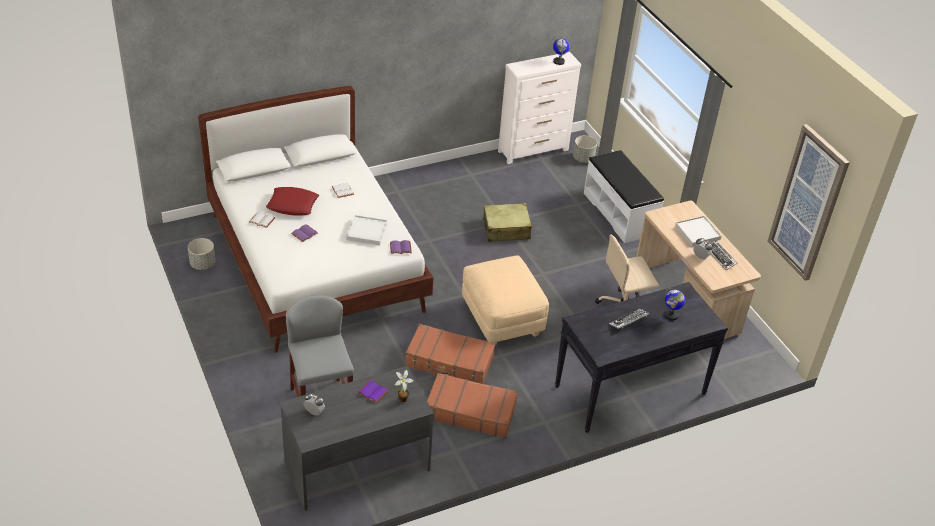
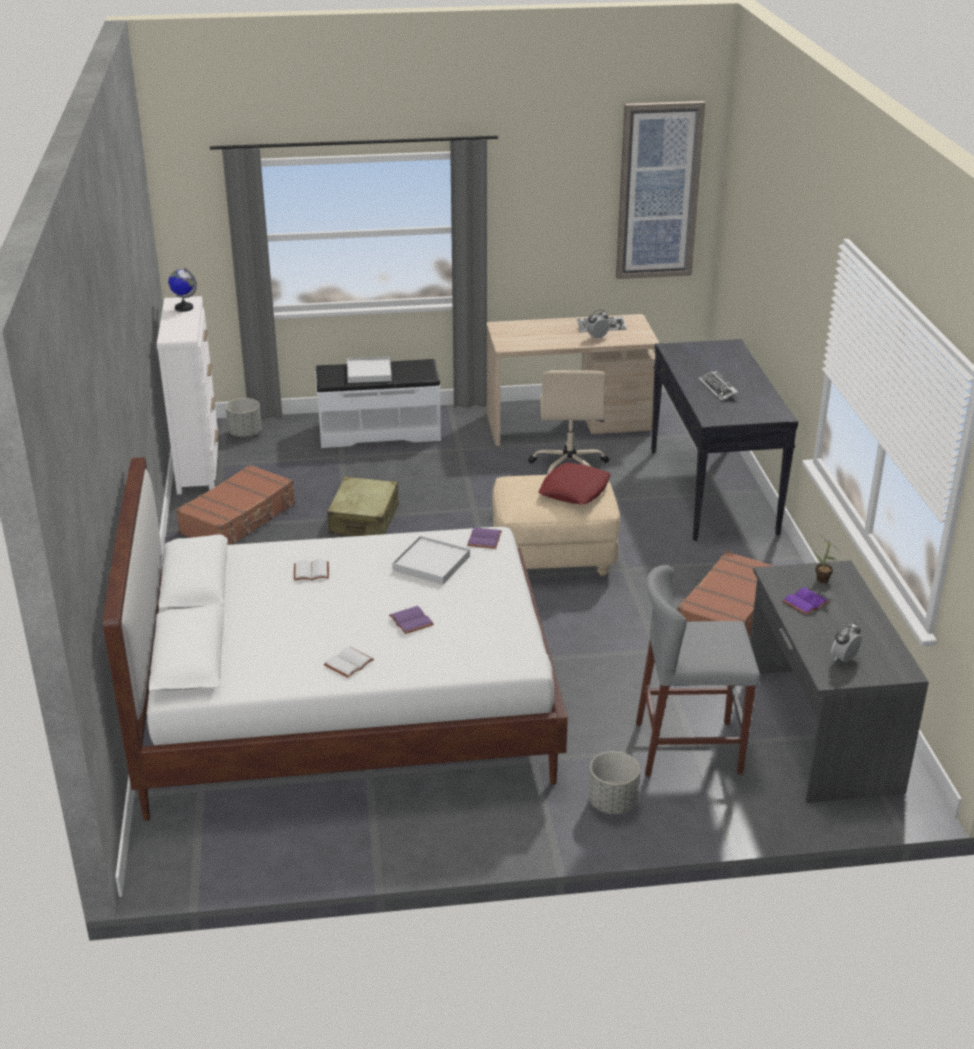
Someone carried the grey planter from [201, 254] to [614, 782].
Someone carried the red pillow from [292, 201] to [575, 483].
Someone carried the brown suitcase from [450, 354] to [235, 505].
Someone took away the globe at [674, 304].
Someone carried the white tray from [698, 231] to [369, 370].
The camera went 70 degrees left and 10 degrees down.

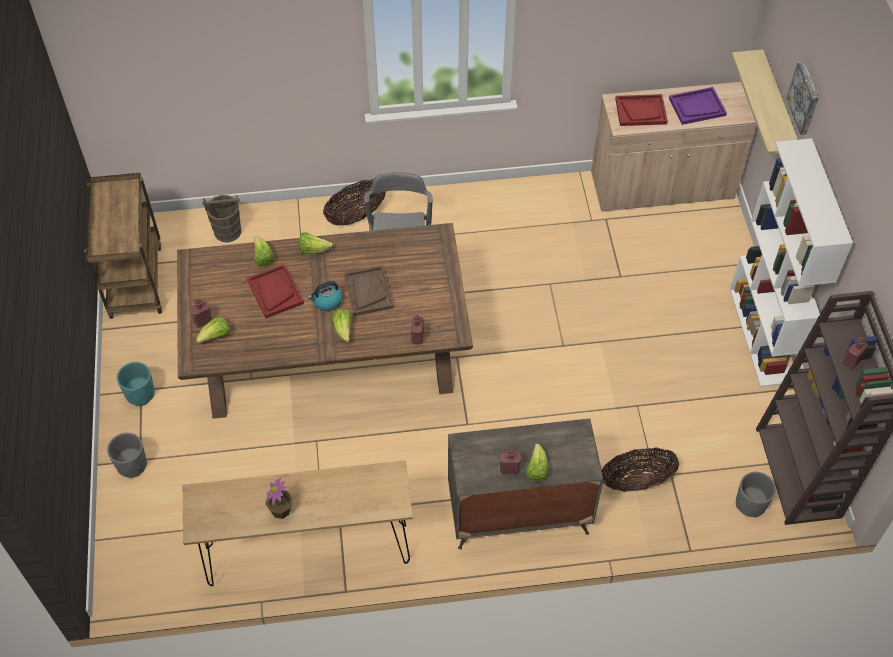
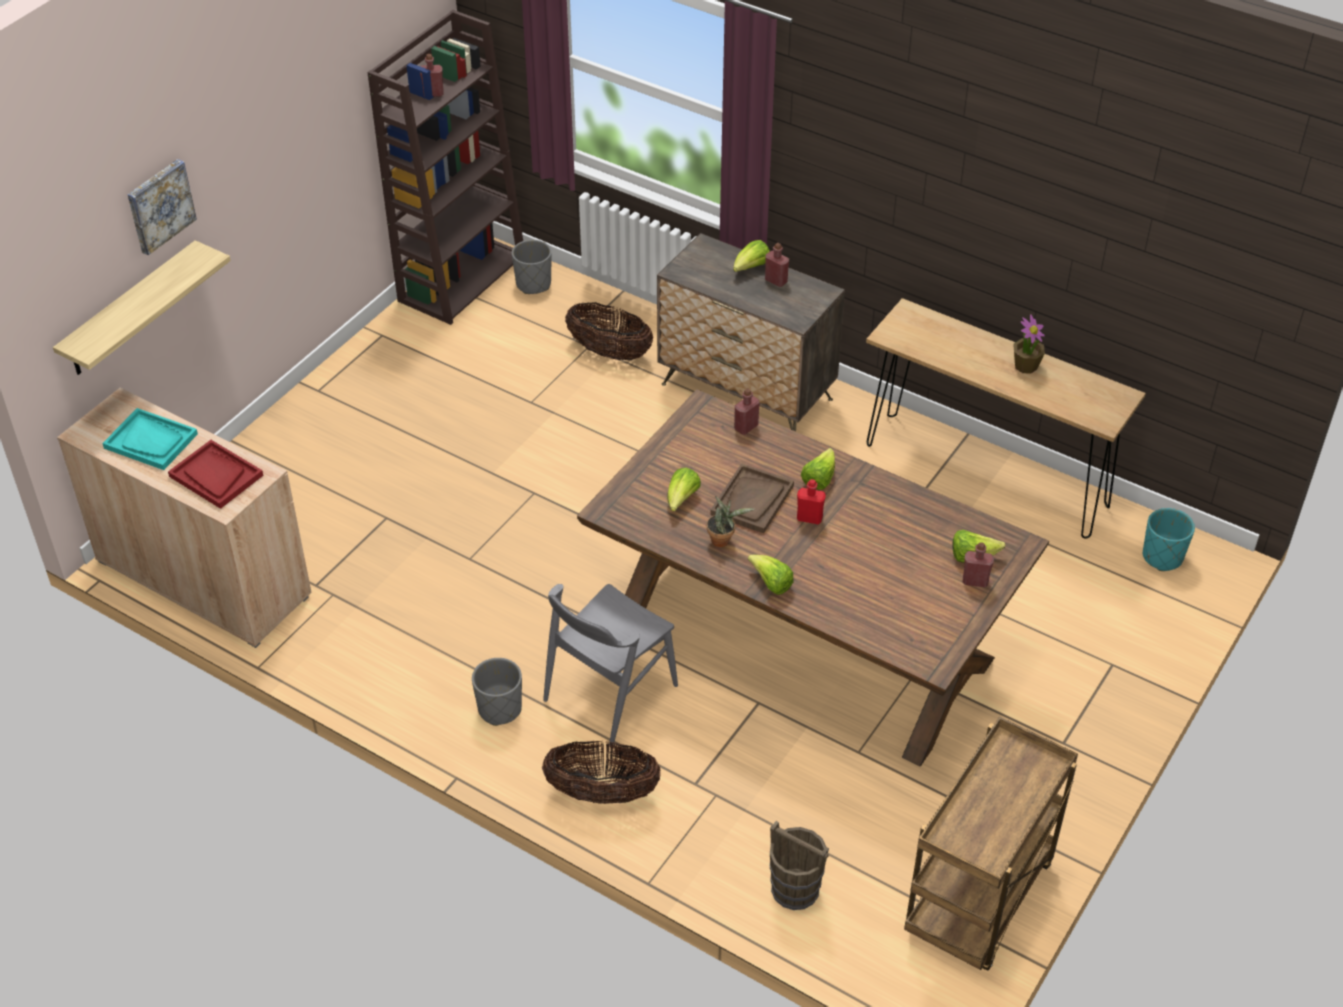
Someone carried the grey planter from [127, 455] to [497, 692].
Someone carried the turquoise planter from [136, 383] to [1169, 539].
Someone took away the red tray at [275, 291].
Someone carried the lettuce from [264, 251] to [684, 489].
Someone swapped the kettle at [325, 296] for the red bottle at [811, 501].
Someone repainted the purple tray at [698, 106], which became the turquoise tray at [150, 439].
Someone took away the white bookcase at [791, 262].
Someone put down the potted plant at [730, 521].
The camera went 140 degrees left and 10 degrees down.

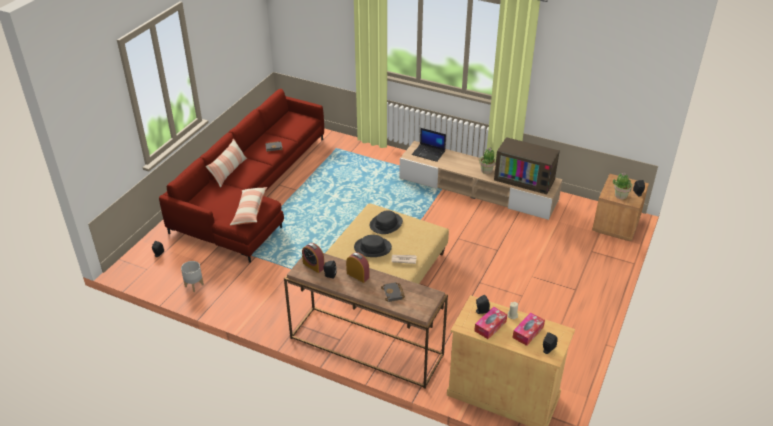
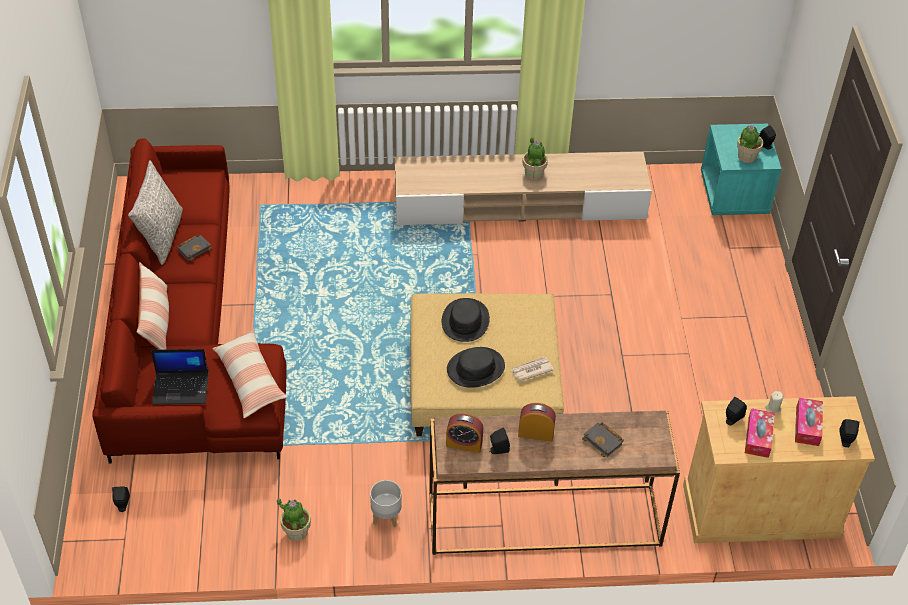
Someone carried the grey planter from [192, 276] to [386, 503].
Someone carried the laptop from [429, 145] to [180, 377].
Someone took away the television at [527, 166].
Someone repainted the brown nightstand at [620, 207], which became the turquoise nightstand at [741, 169].
Someone put down the grey pillow at [155, 212].
Someone put down the potted plant at [294, 519].
The camera went 30 degrees left and 10 degrees up.

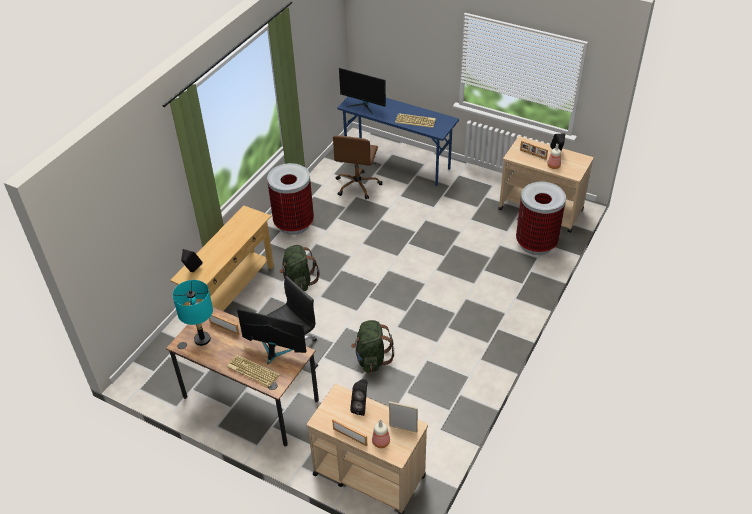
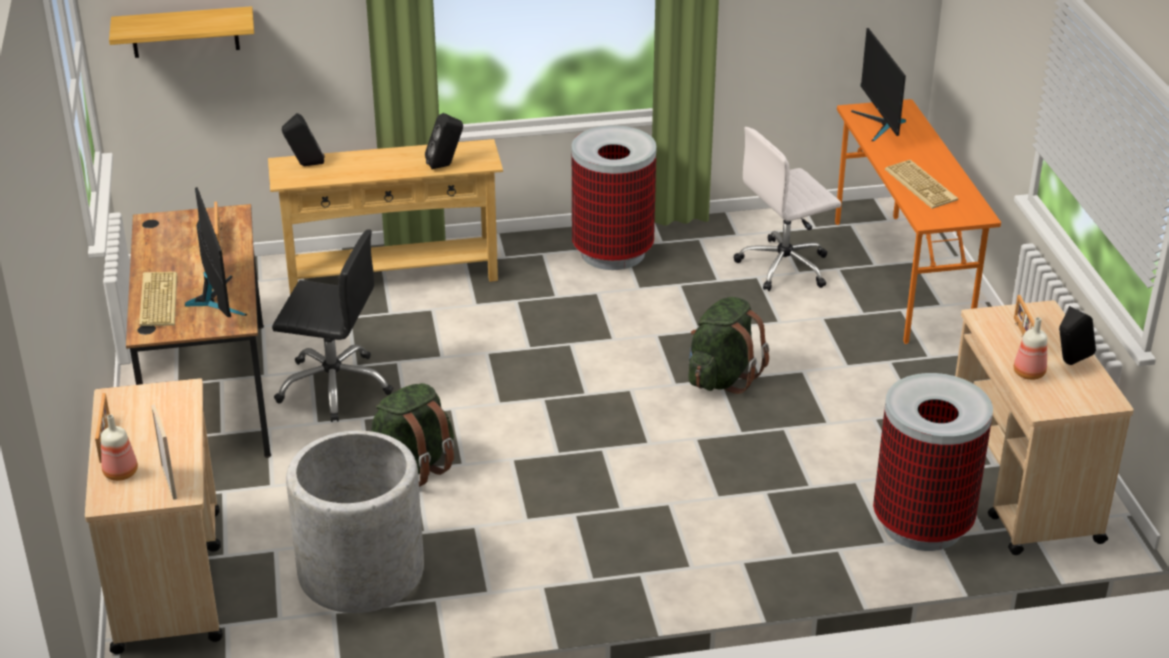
Someone took away the turquoise table lamp at [192, 313].
Someone carried the green backpack from [299, 268] to [728, 345].
Someone repainted the brown office chair at [357, 167], which became the white office chair at [787, 209].
Someone repainted the blue desk at [398, 141], which became the orange desk at [918, 221].
Someone carried the black speaker from [358, 397] to [444, 141].
Someone put up the shelf at [181, 32].
Someone put down the grey planter at [355, 522].
The camera went 50 degrees right and 10 degrees down.

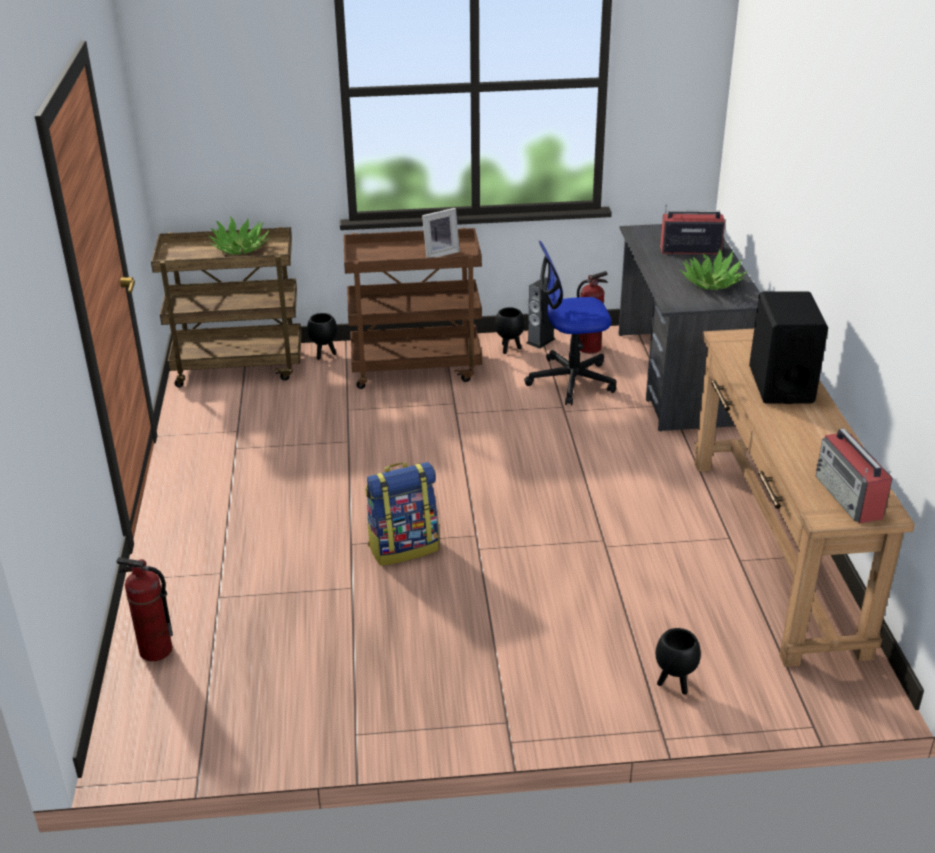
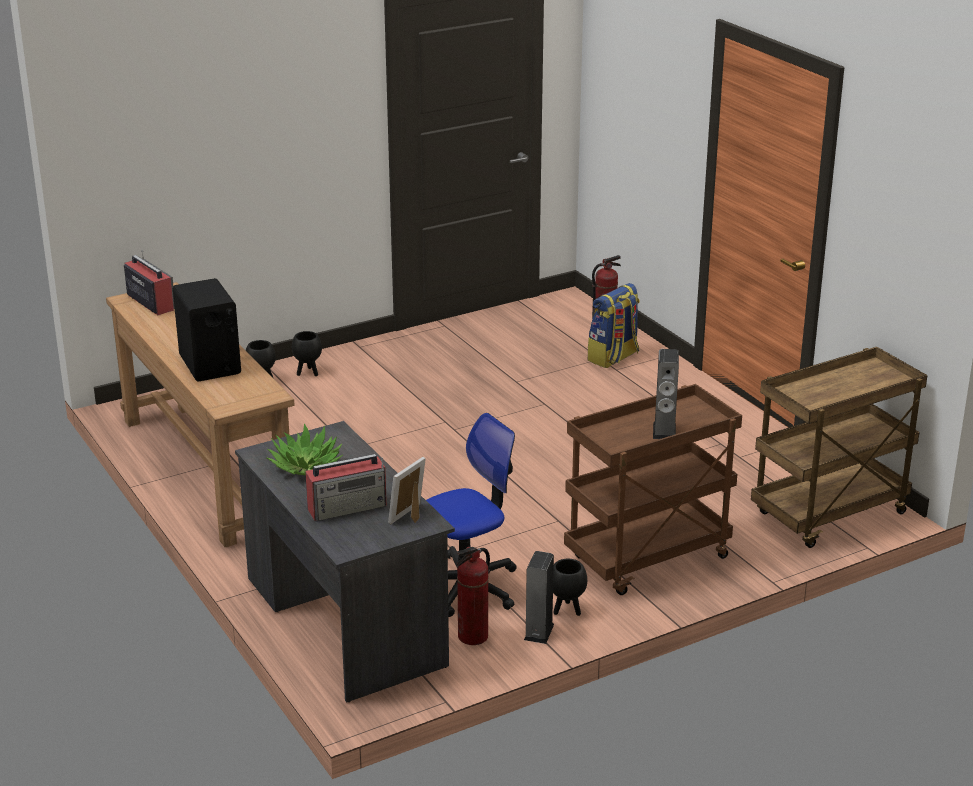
Someone took away the potted plant at [239, 235].
Someone carried the black planter from [322, 336] to [307, 353].
Someone carried the backpack from [402, 514] to [614, 325].
Someone carried the picture frame from [441, 233] to [407, 490].
Someone put down the speaker at [666, 394].
The camera went 155 degrees right and 5 degrees down.

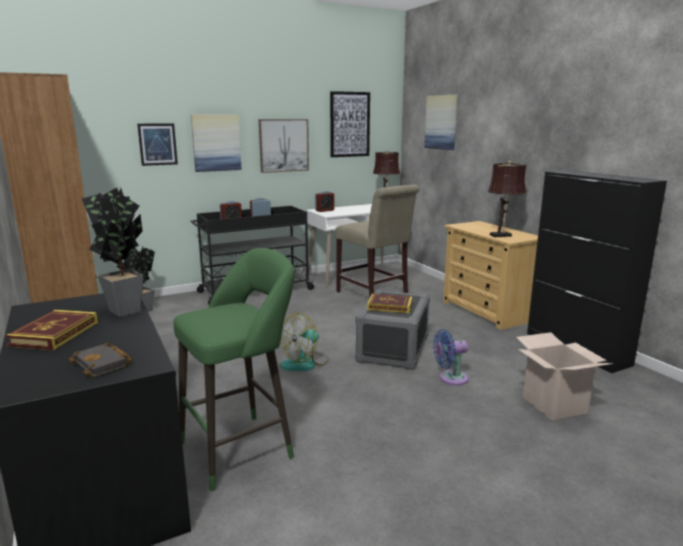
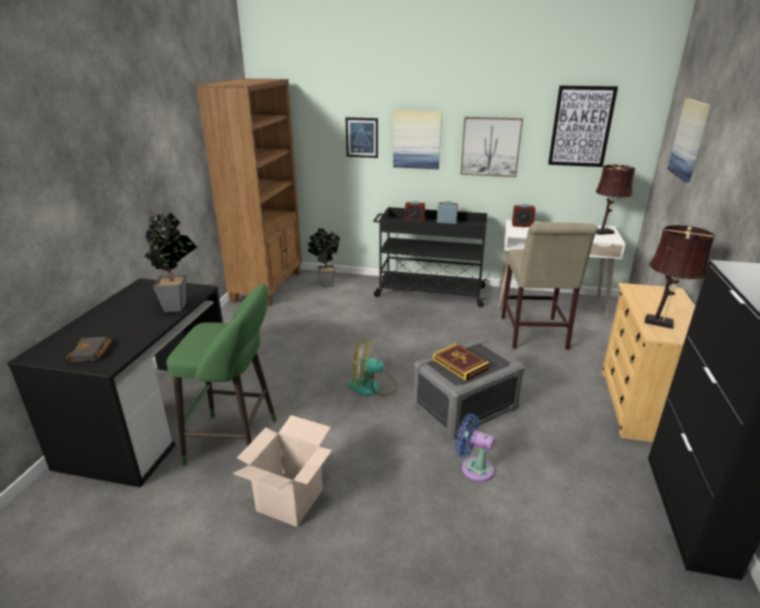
Someone took away the book at [52, 330].
Someone carried the cardboard box from [564, 376] to [282, 471].
The camera went 40 degrees right and 10 degrees up.

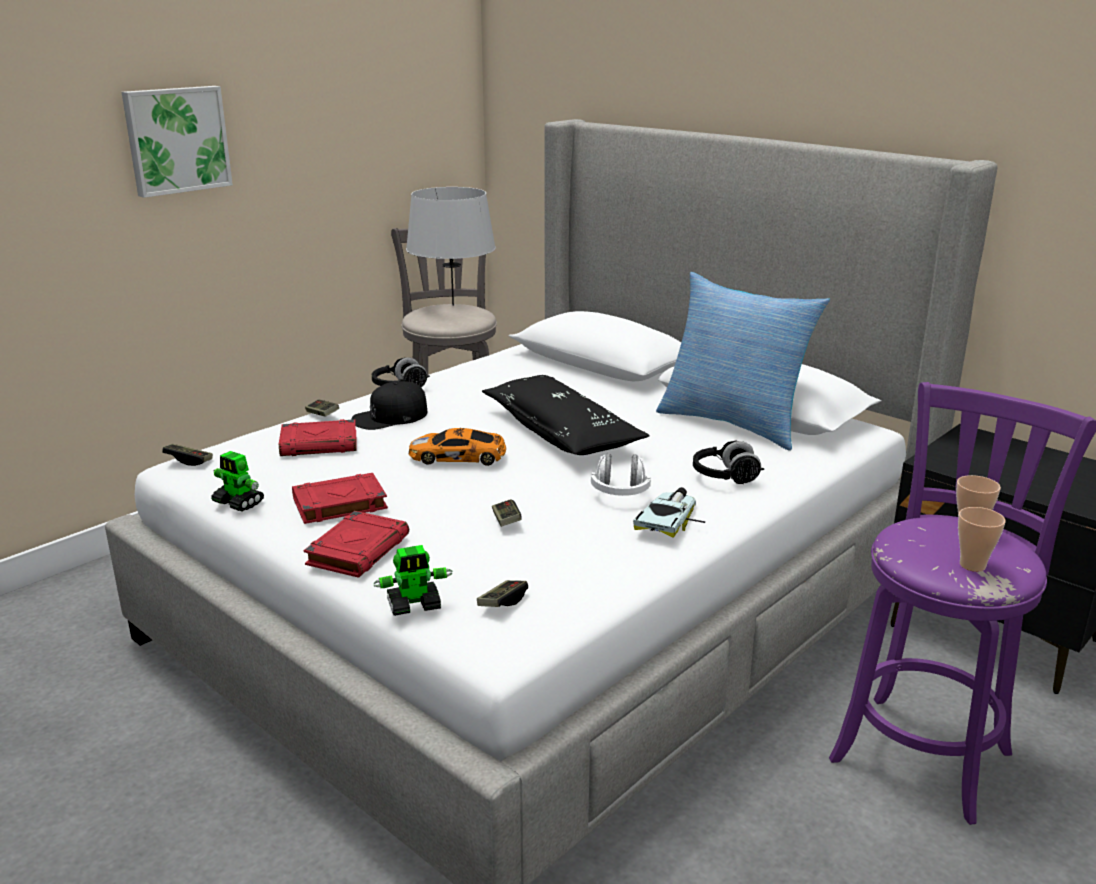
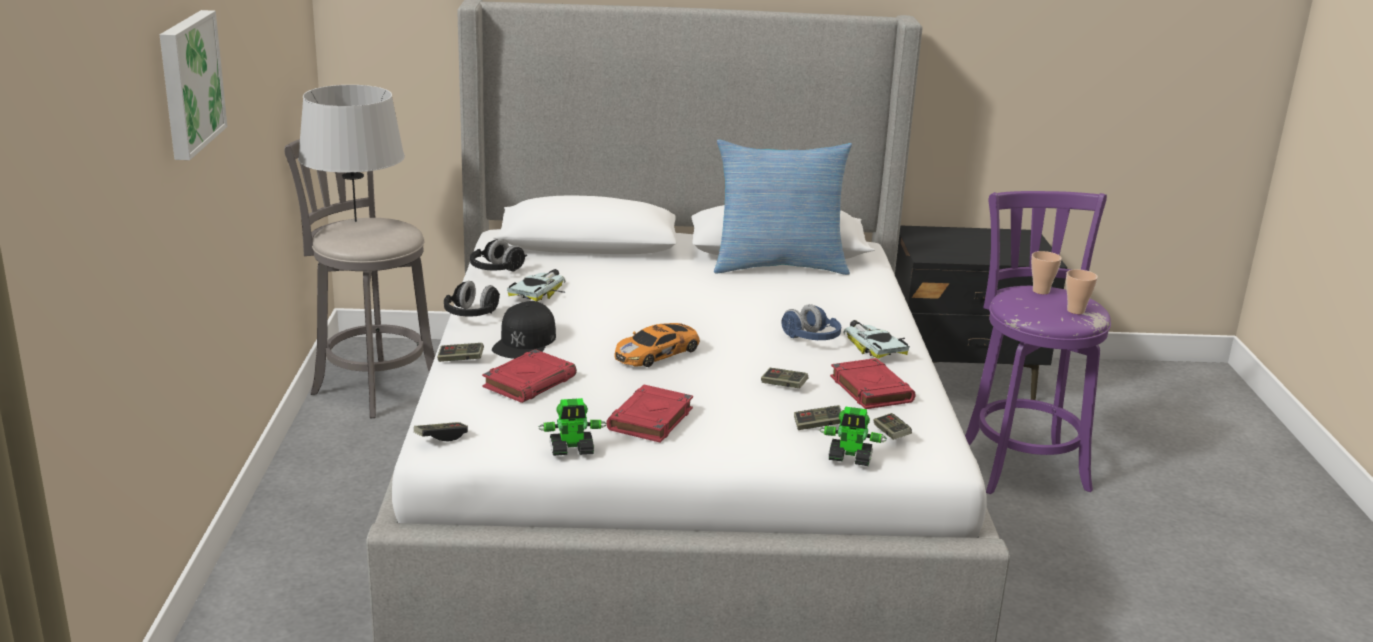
Someone carried the red book from [356, 544] to [873, 383].
Someone rotated the toy robot at [412, 580] by 75 degrees clockwise.
Someone took away the black pillow at [566, 415].
Someone repainted the white headphones at [621, 474], which became the blue headphones at [811, 322].
Someone carried the black headphones from [728, 462] to [498, 255].
Someone put down the toy car at [536, 285].
Someone put down the game controller at [817, 417].
The camera went 45 degrees left and 0 degrees up.

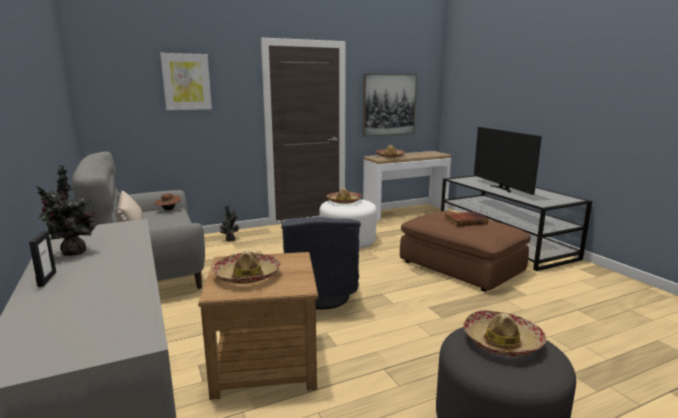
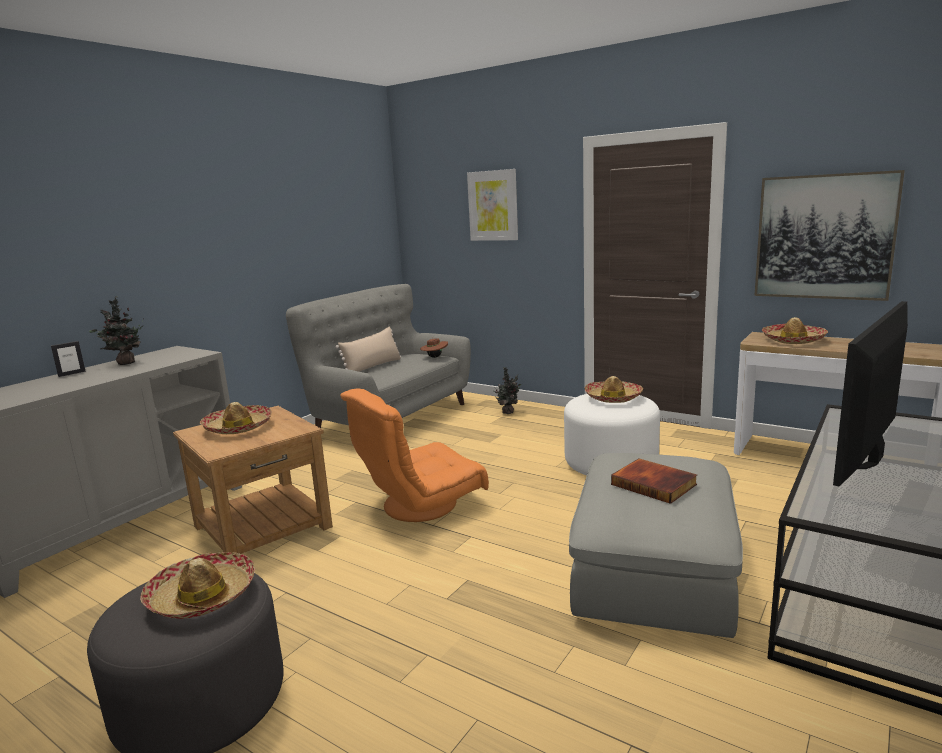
Someone repainted the grey armchair at [321, 263], which became the orange armchair at [414, 455].
Someone repainted the brown ottoman at [465, 251], which became the grey ottoman at [656, 545].
The camera went 60 degrees right and 0 degrees up.

